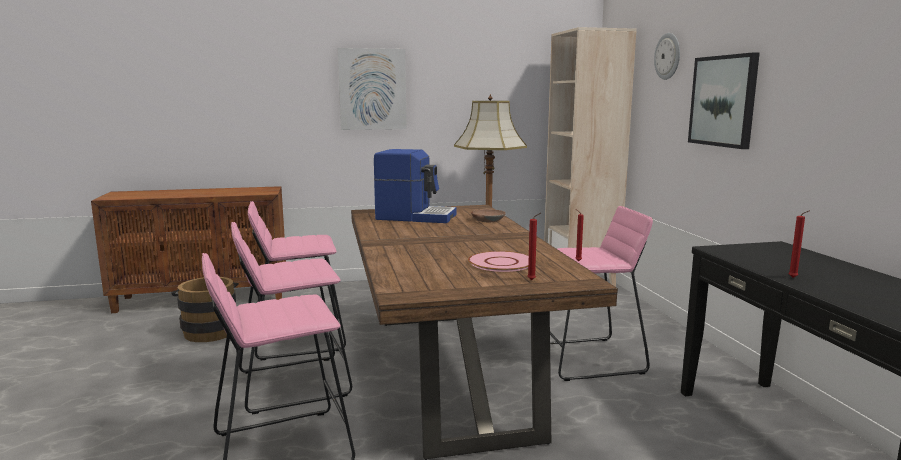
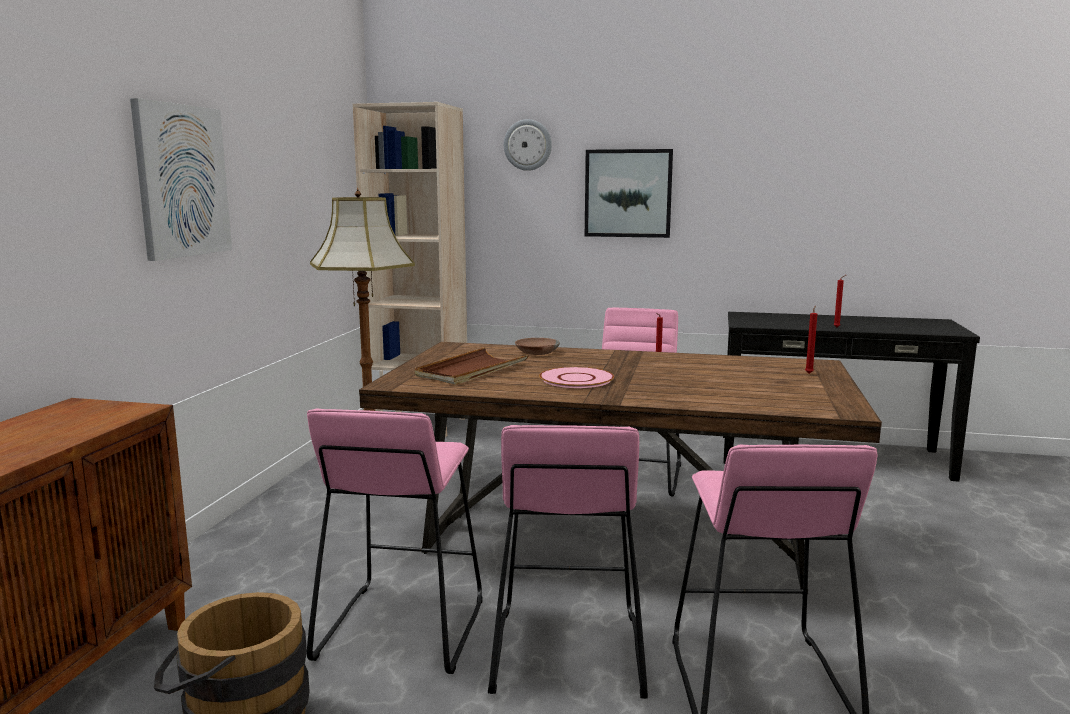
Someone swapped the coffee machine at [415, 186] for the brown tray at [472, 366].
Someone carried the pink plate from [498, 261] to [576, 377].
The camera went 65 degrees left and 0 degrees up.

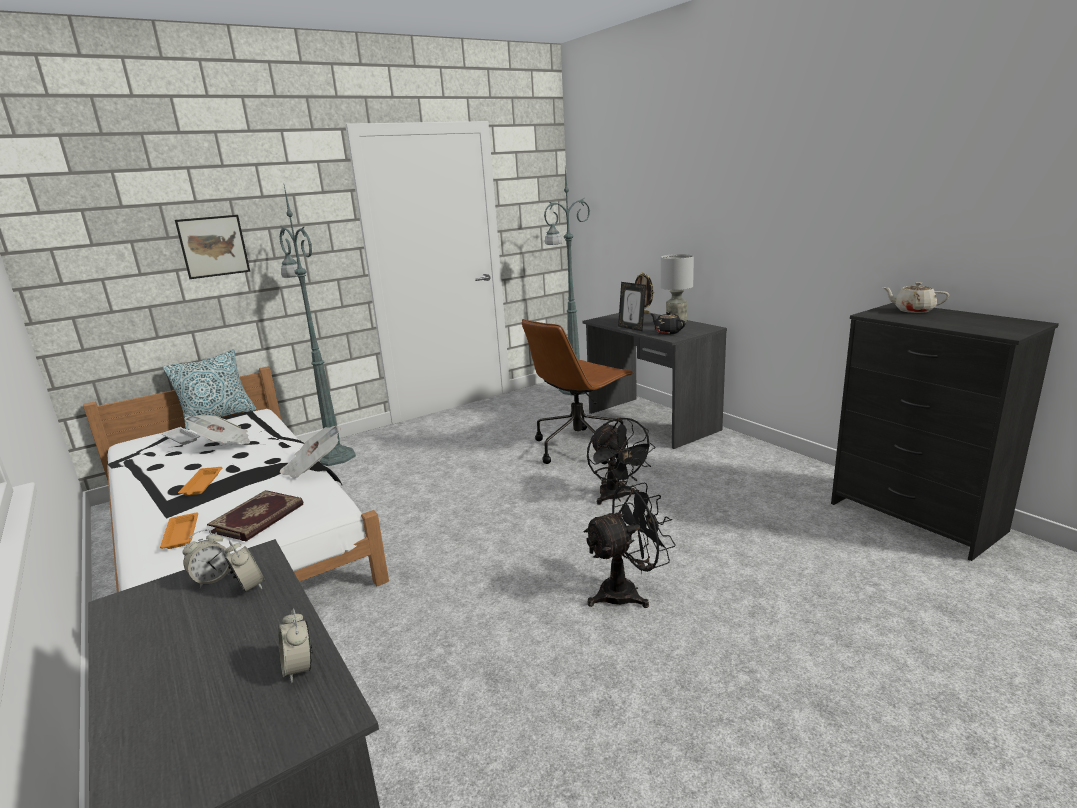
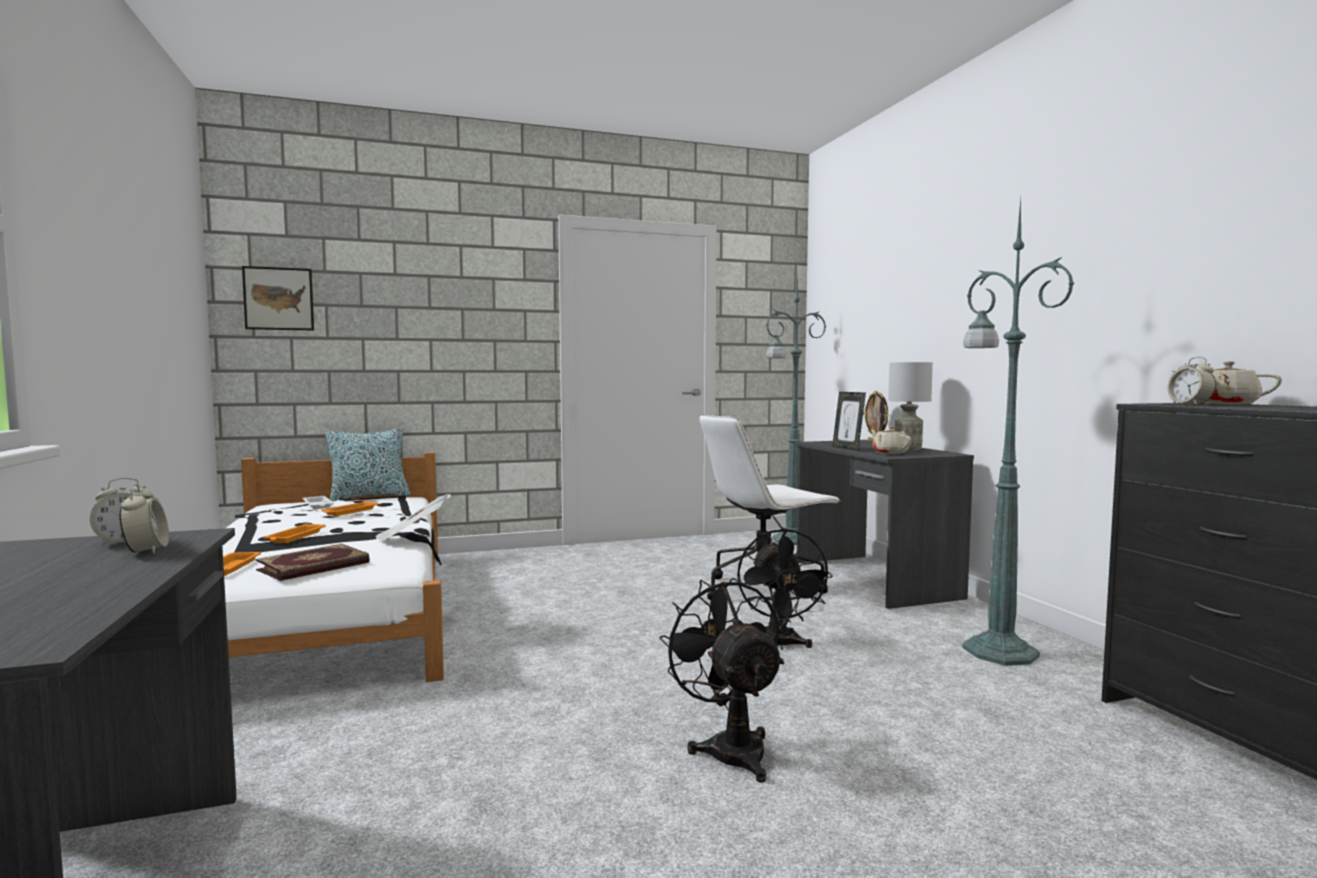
Someone carried the picture from [212, 247] to [278, 298].
Someone swapped the newspaper at [217, 429] for the orange tray at [350, 508].
Someone carried the alarm clock from [295, 646] to [1191, 381].
Someone carried the green floor lamp from [318, 323] to [1018, 432].
Someone repainted the brown office chair at [578, 391], which became the white office chair at [770, 507].
Someone rotated the black fan at [629, 545] by 105 degrees counterclockwise.
Someone repainted the black teapot at [668, 323], which became the beige teapot at [891, 440].
The camera went 15 degrees right and 15 degrees down.

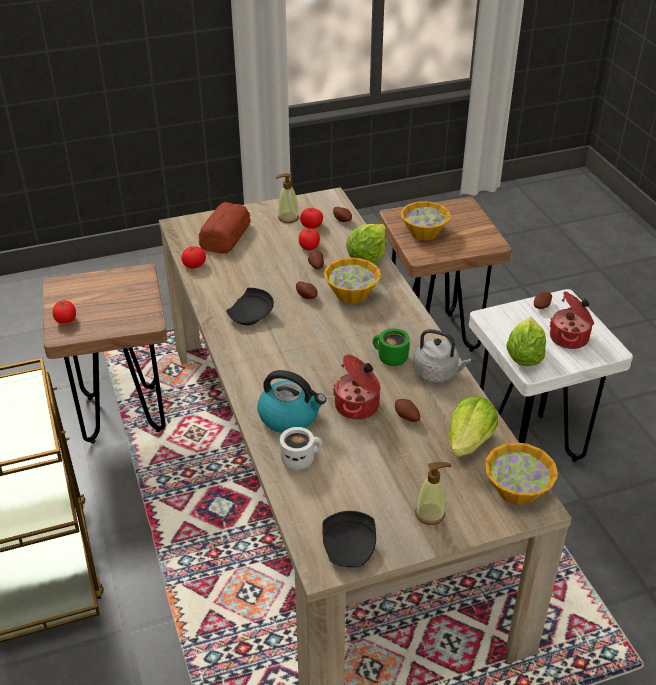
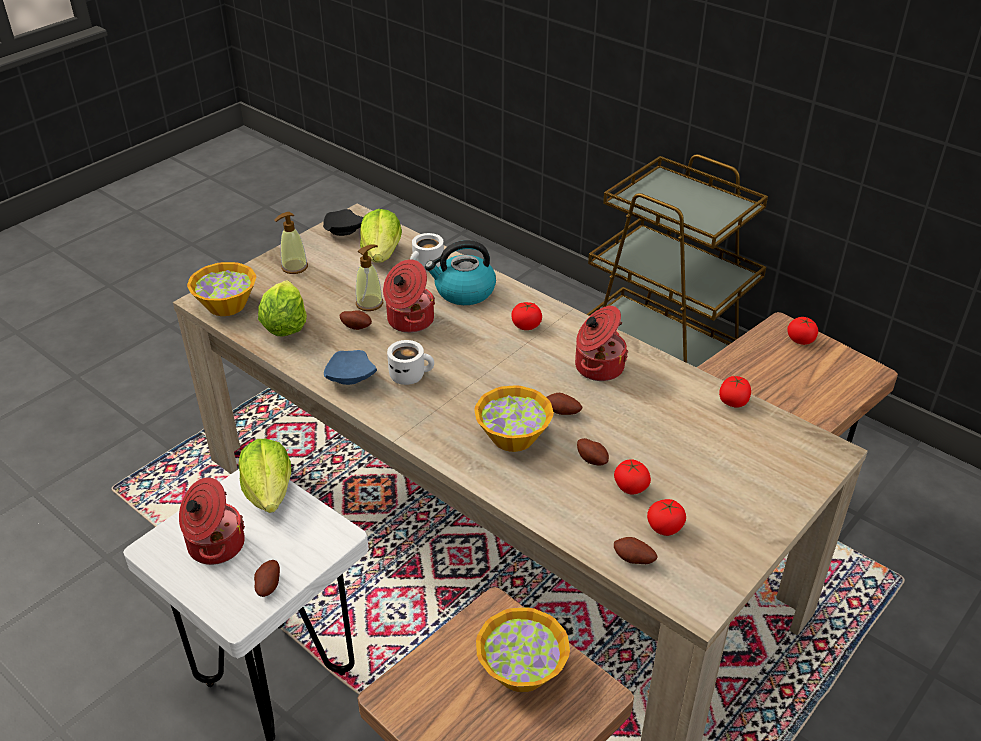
Someone took away the bread at [225, 228].
Someone swapped the black plate at [250, 306] for the cooking pot at [601, 343].
Someone carried the soap dispenser from [287, 198] to [370, 277].
Someone carried the lettuce from [366, 244] to [381, 236].
Someone repainted the green mug at [391, 347], which became the white mug at [410, 362].
Someone swapped the grey kettle at [442, 356] for the blue plate at [350, 367].
Someone put down the tomato at [526, 316].
The camera went 150 degrees right and 0 degrees up.

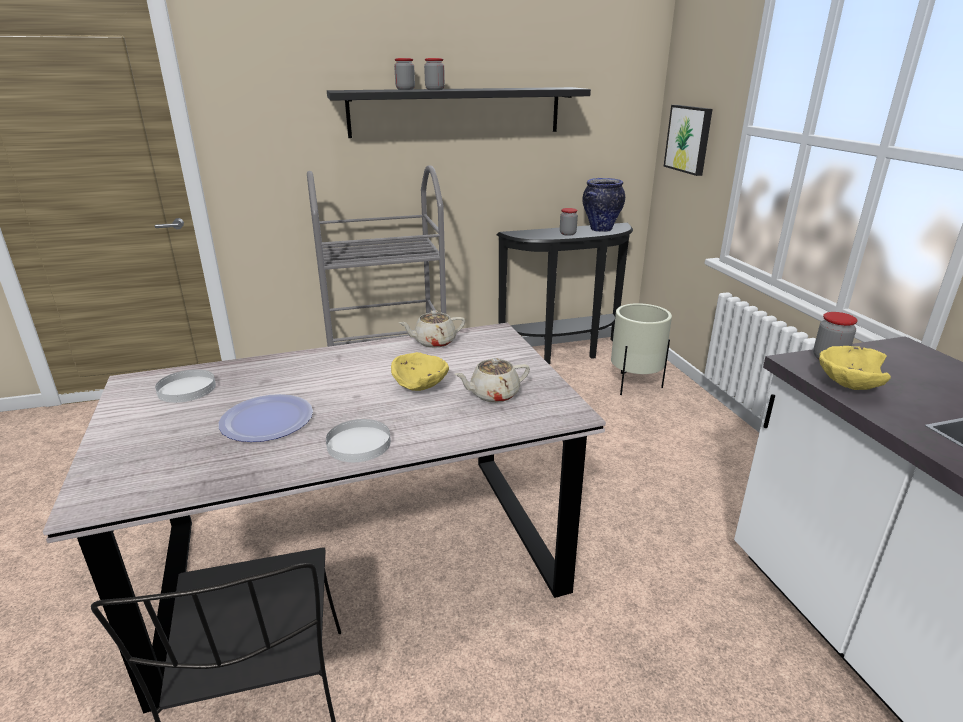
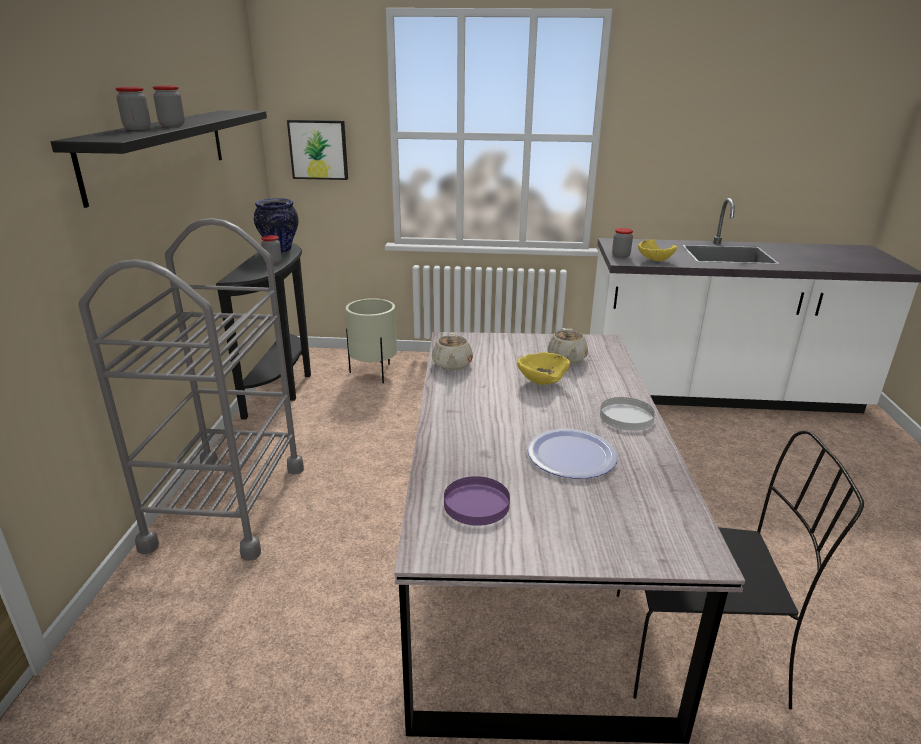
Someone repainted the white plate at [185, 386], which became the purple plate at [477, 501].
The camera went 70 degrees left and 0 degrees up.

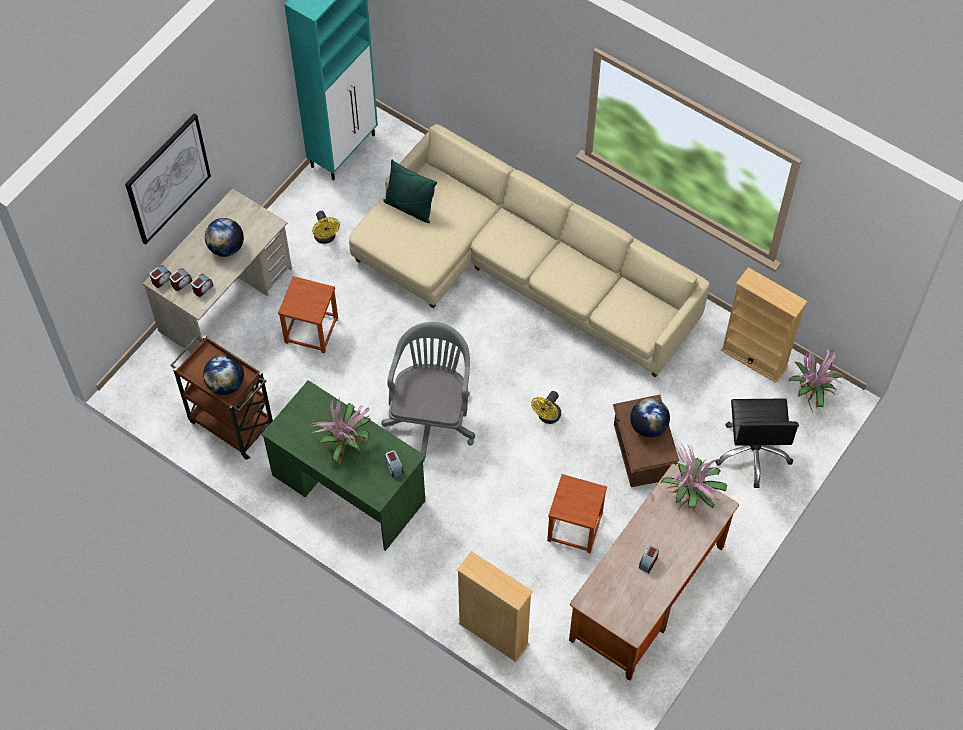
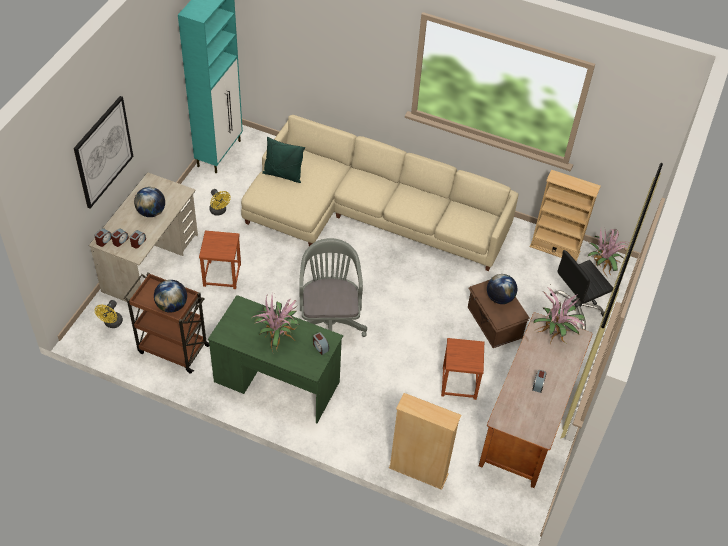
Someone carried the yellow fan from [546, 407] to [109, 314].
Someone rotated the black office chair at [757, 443] by 75 degrees clockwise.
The camera went 15 degrees left and 10 degrees down.

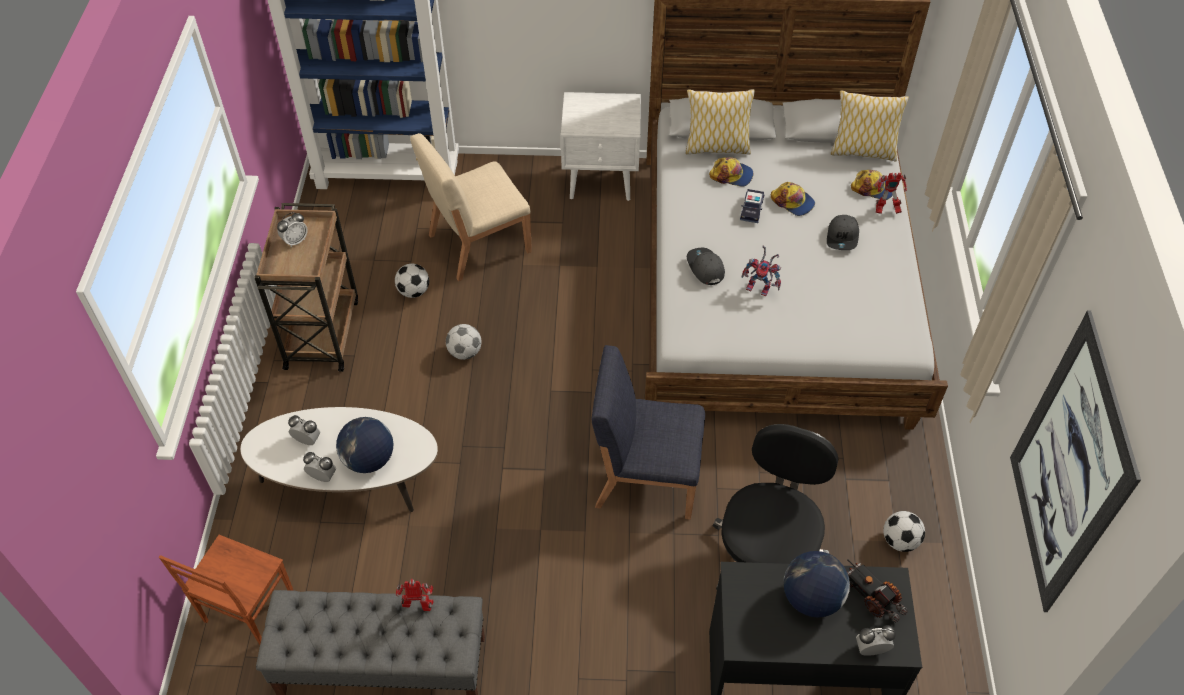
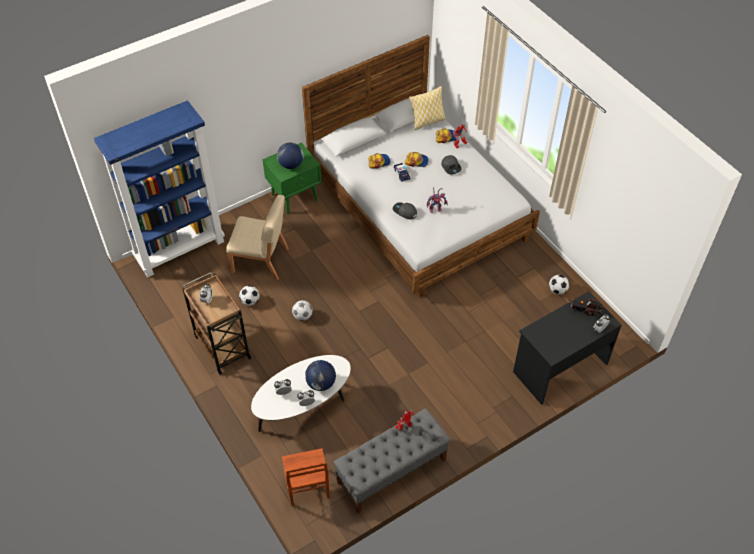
Someone rotated the beige chair at [471, 207] by 105 degrees counterclockwise.
Someone repainted the white nightstand at [601, 146], which became the green nightstand at [292, 178].
Someone took away the blue chair at [648, 432].
Someone took away the pillow at [720, 122].
Someone took away the black office chair at [775, 507].
Someone carried the globe from [816, 584] to [290, 156].
Someone took away the picture at [1075, 461].
The camera went 35 degrees left and 0 degrees up.

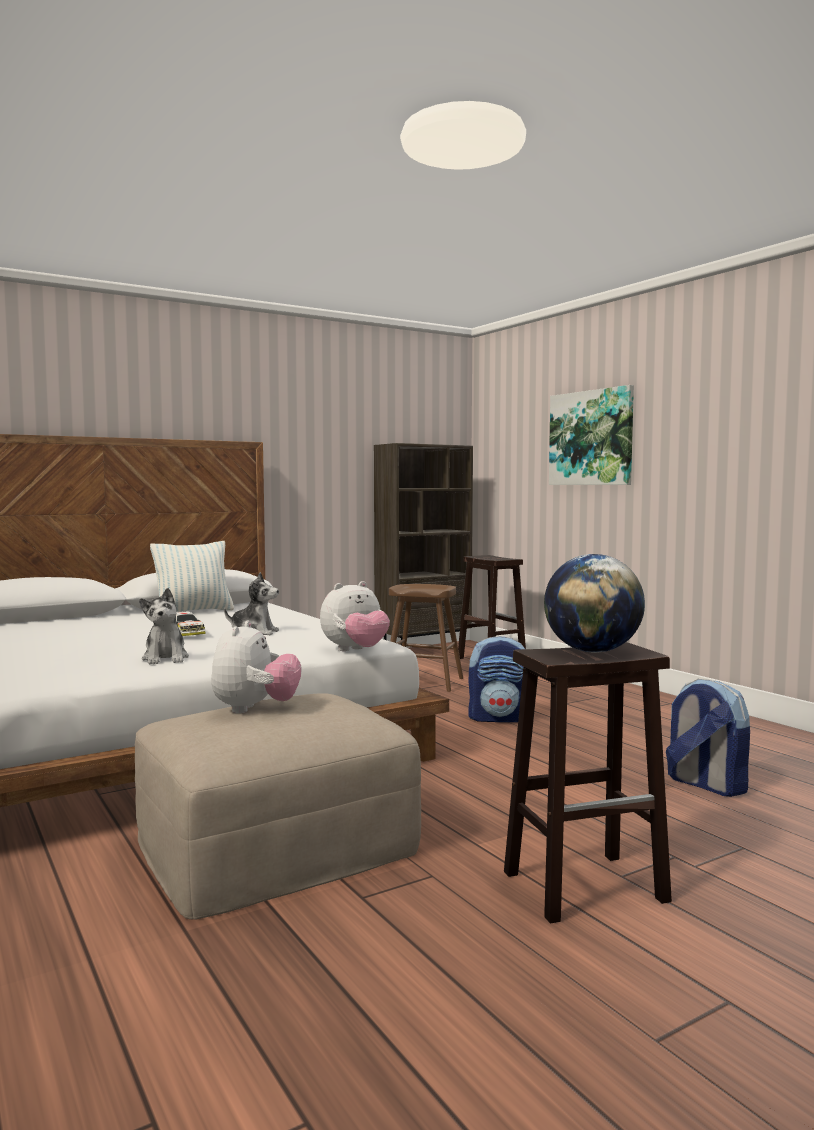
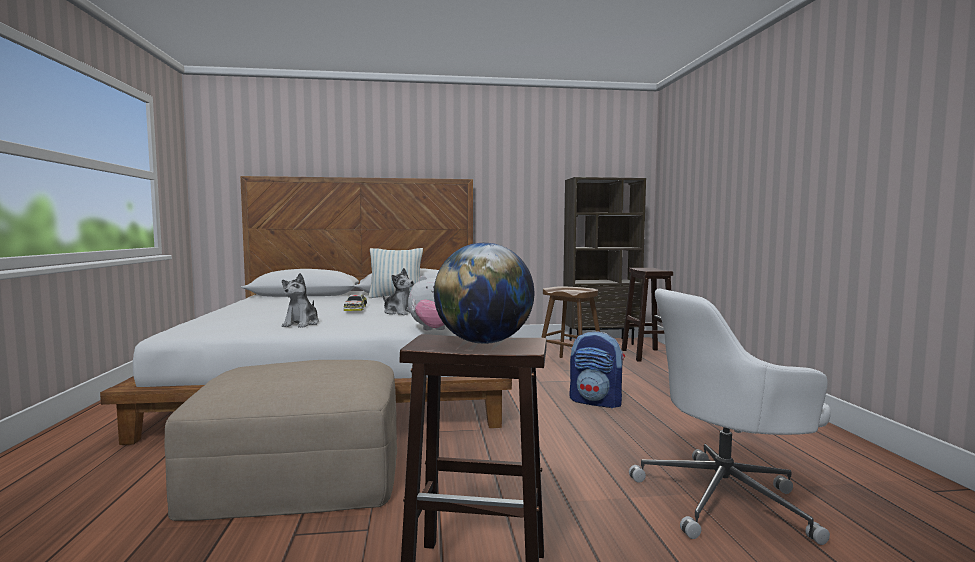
Someone took away the plush toy at [256, 667].
Someone took away the picture at [591, 435].
Someone swapped the backpack at [708, 738] for the white office chair at [730, 417].
The camera went 25 degrees right and 0 degrees up.

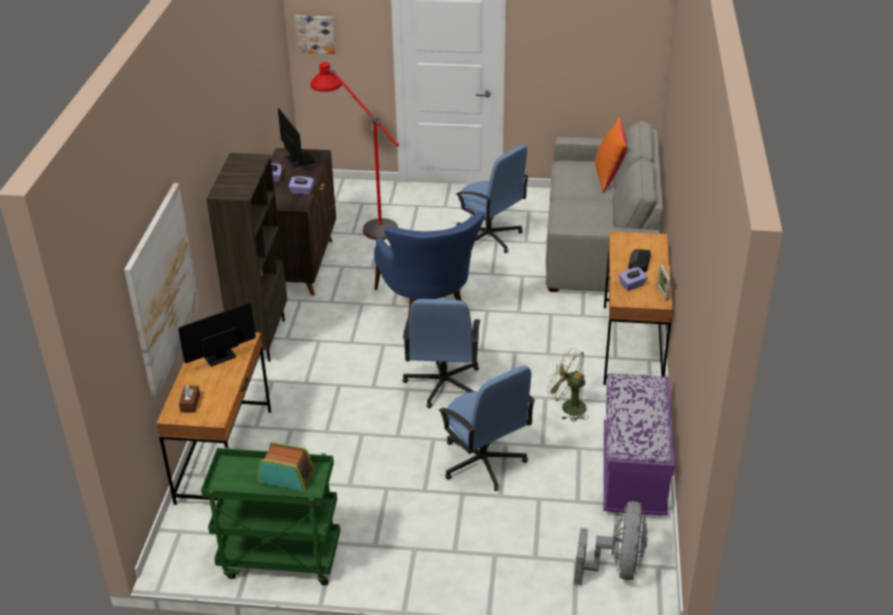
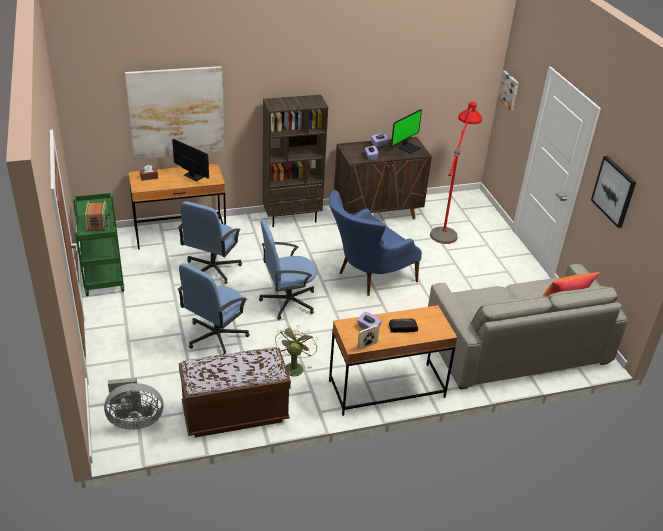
Someone carried the blue office chair from [492, 199] to [210, 242].
Someone repainted the purple bench at [639, 444], which became the brown bench at [235, 392].
Someone put up the picture at [613, 192].
The camera went 65 degrees right and 0 degrees up.

